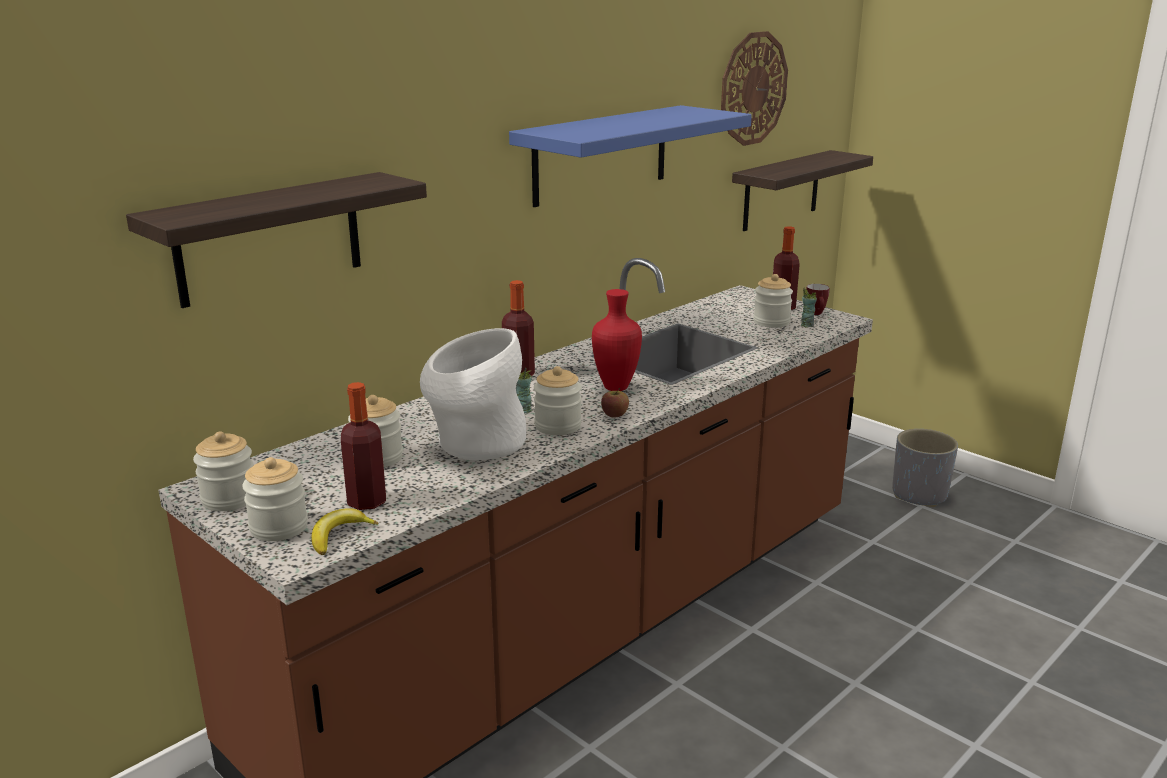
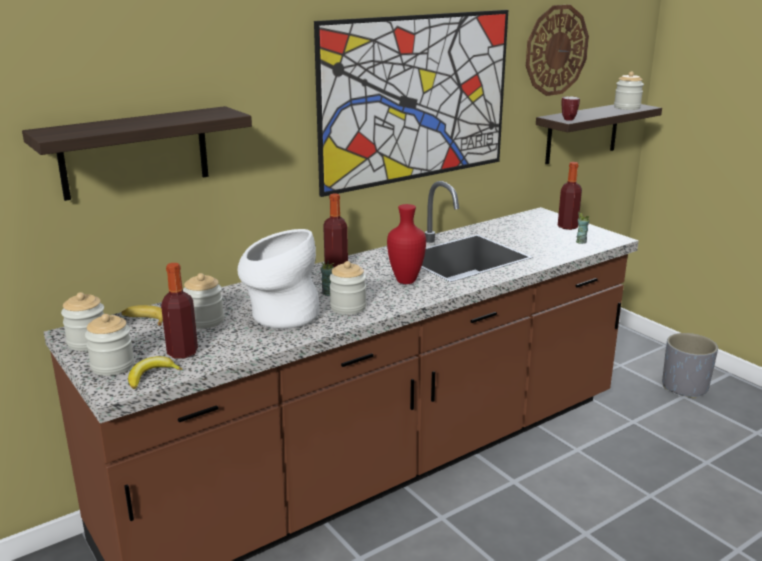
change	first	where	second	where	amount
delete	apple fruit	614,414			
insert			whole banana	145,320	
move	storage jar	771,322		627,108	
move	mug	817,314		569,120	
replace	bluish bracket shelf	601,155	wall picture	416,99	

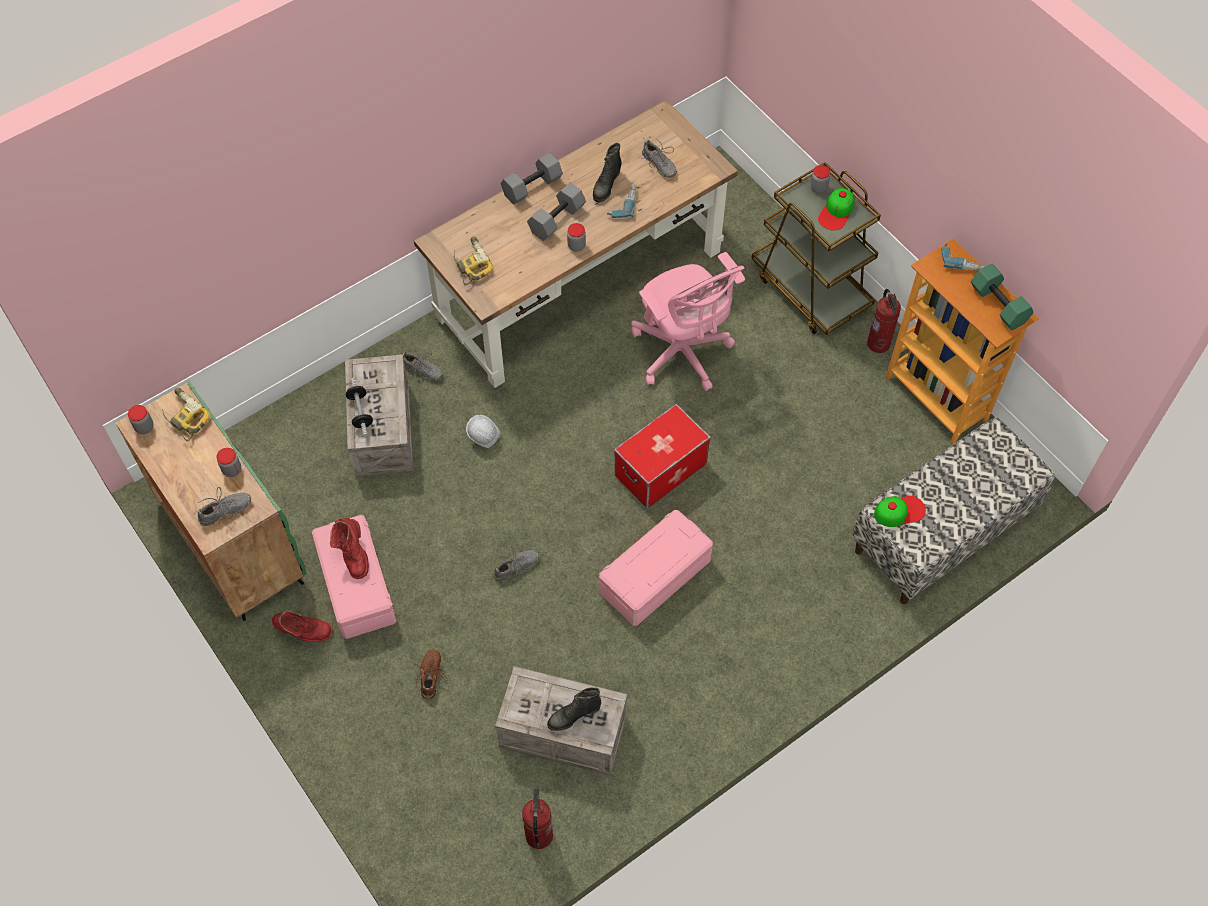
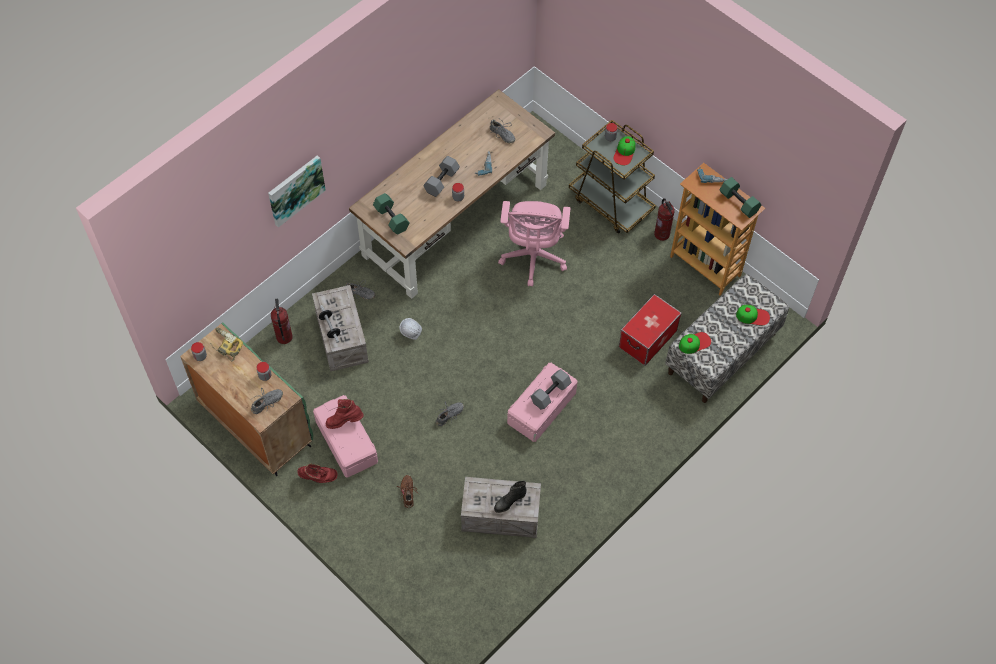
change	first	where	second	where	amount
delete	black boot	606,186			
insert			wall picture	295,190	
insert			baseball cap	753,316	
move	grey free weight	532,187		550,394	
move	extinguisher	538,835		284,337	
move	storage container	660,469		647,338	
replace	electric drill	471,264	green free weight	390,218	
rotate	red boot	354,555		345,421	105 degrees clockwise
rotate	pink computer chair	683,354		533,258	45 degrees clockwise

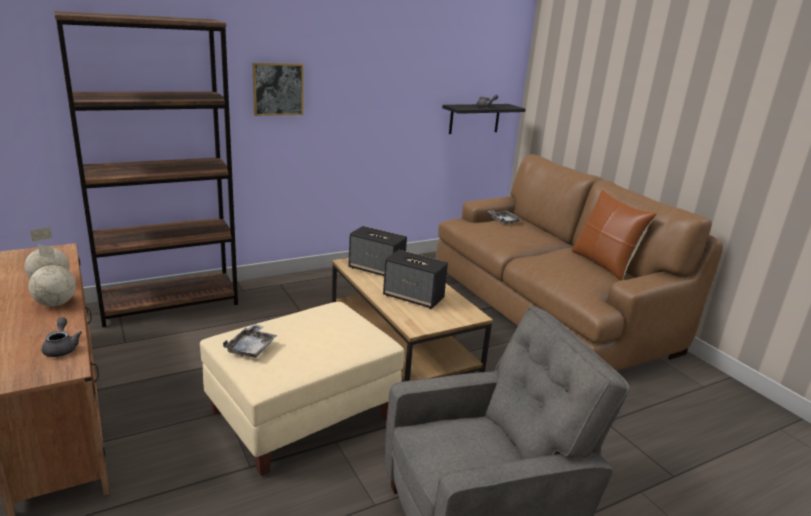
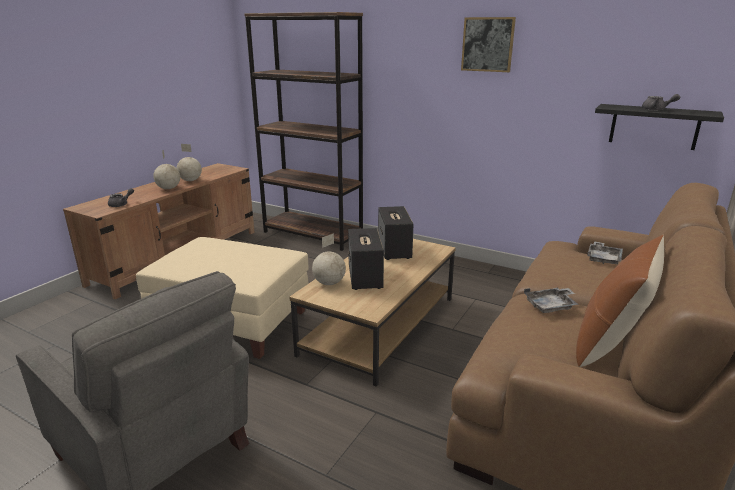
change	first	where	second	where	amount
insert			desk globe	328,283	
move	grey tray	251,348		551,306	
move	wall picture	278,89		487,44	

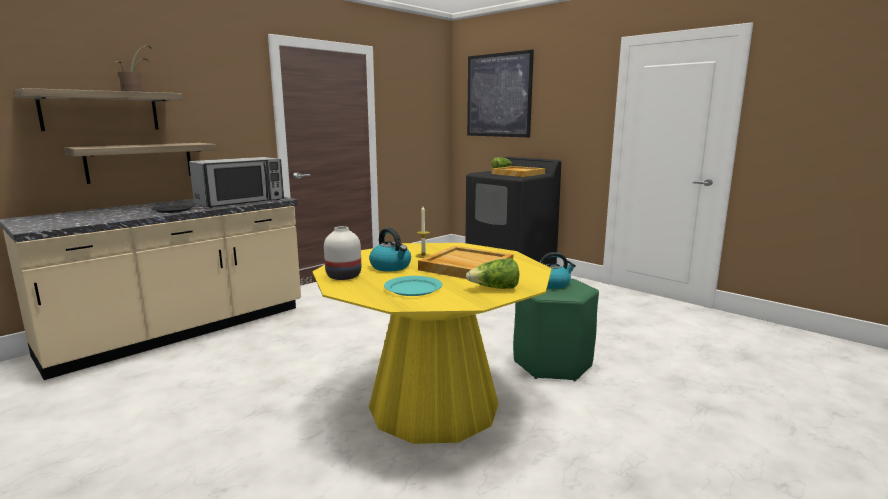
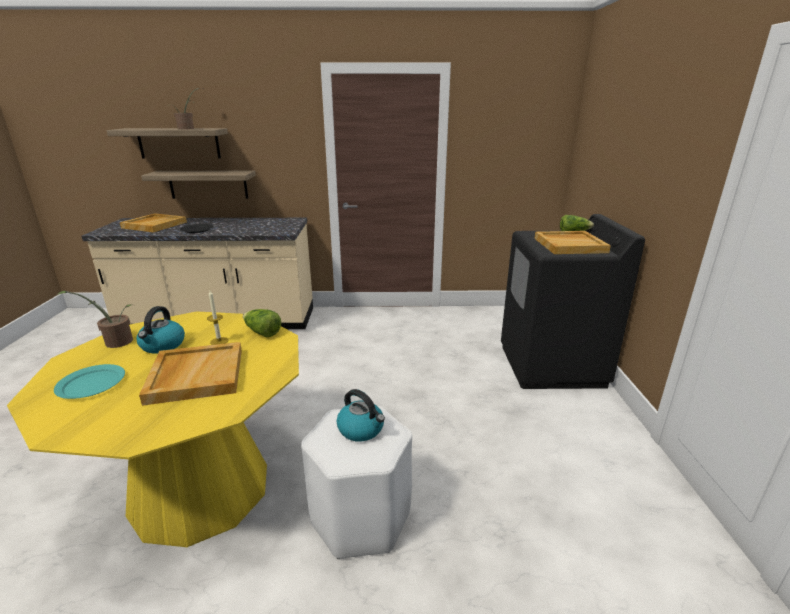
change	first	where	second	where	amount
delete	microwave oven	241,202			
delete	wall picture	498,95			
insert			sand-coloured tray	154,225	
move	lettuce	495,288		262,332	
replace	white-coloured vase	344,276	plant in a pot	114,342	
recolor	green stool seat	553,364	white-coloured stool seat	361,518	

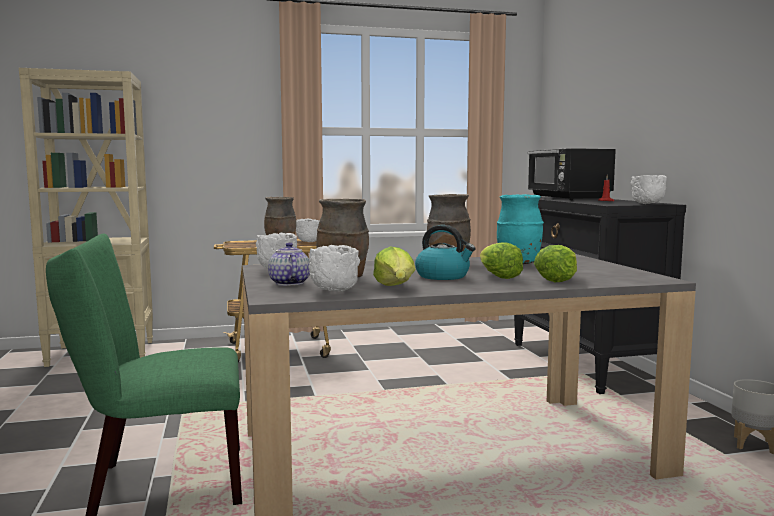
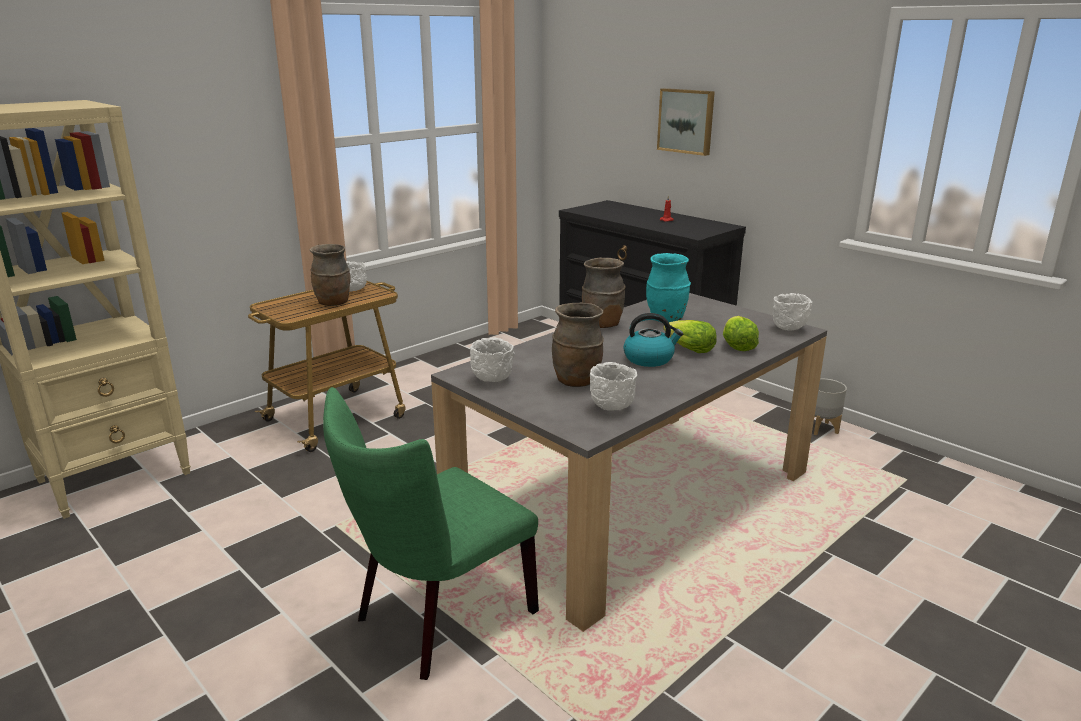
change	first	where	second	where	amount
delete	teapot	288,283			
delete	lettuce	396,287			
delete	black microwave oven	567,198			
insert			wall picture	686,121	
move	white-coloured serving bowl	648,204		789,329	

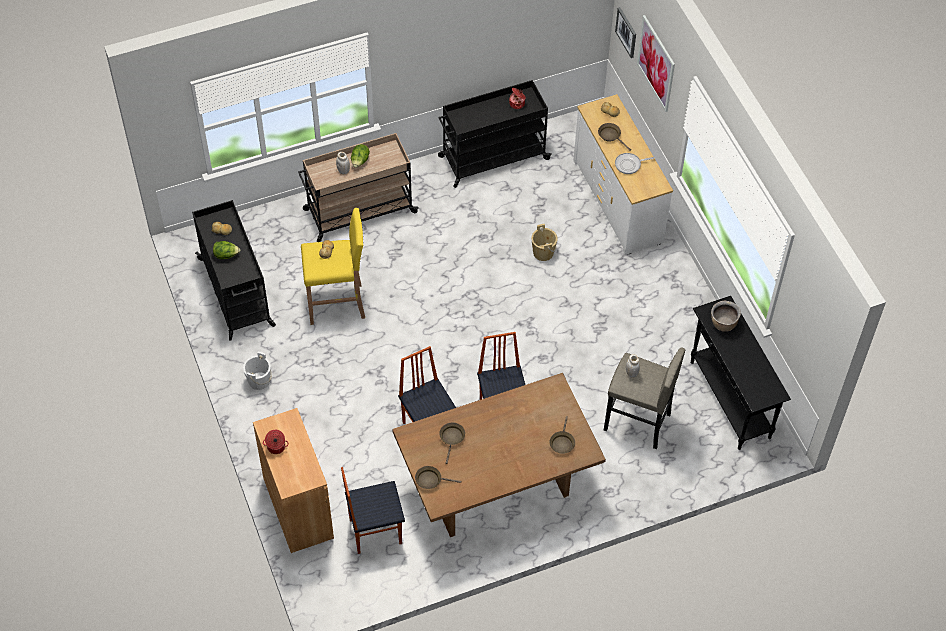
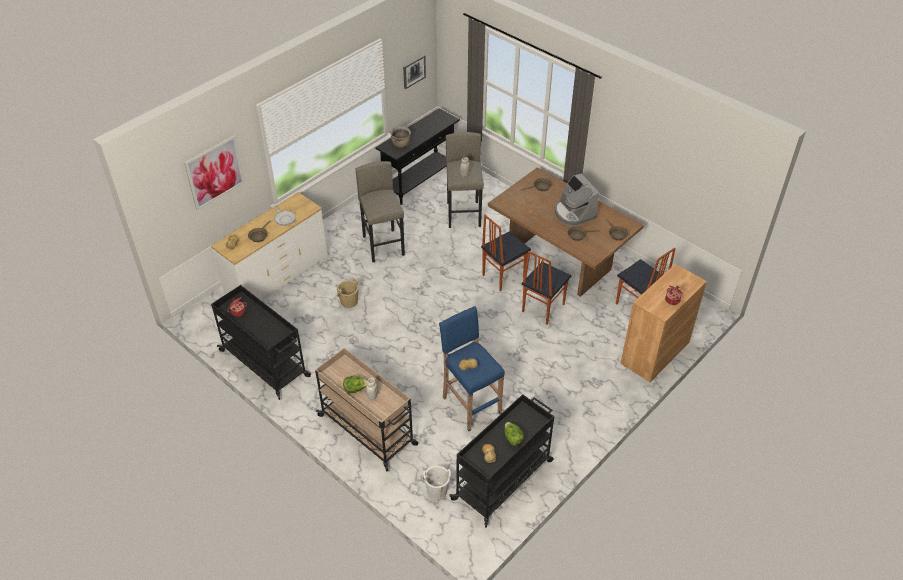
change	first	where	second	where	amount
insert			grey stool seat	383,245	
insert			coffee machine	573,213	
move	white-coloured bucket	259,380		437,489	
move	wall picture	626,32		414,71	
recolor	yellow-coloured stool seat	337,304	bluish stool seat	470,404	

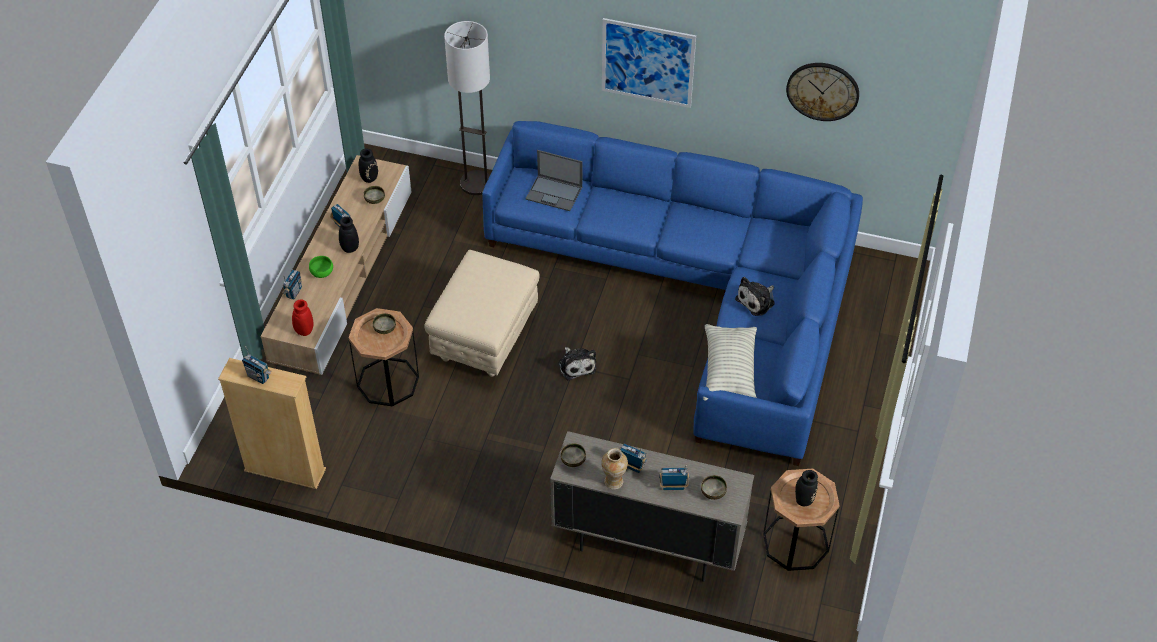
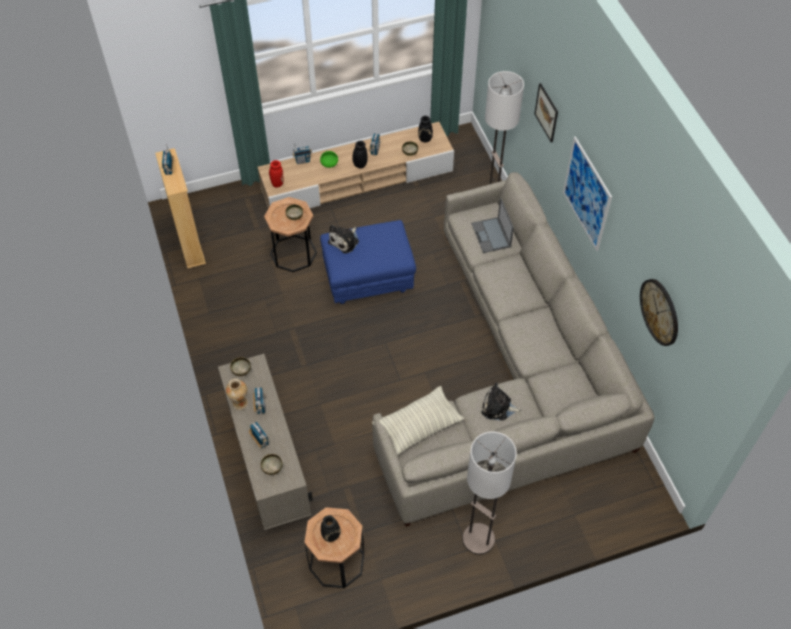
change	first	where	second	where	amount
insert			standard lamp	478,539	
insert			wall picture	546,112	
move	soft toy	576,365		345,241	
recolor	sand-coloured footrest	484,337	bluish footrest	368,280	
recolor	bluish settee	698,291	grey settee	511,376	

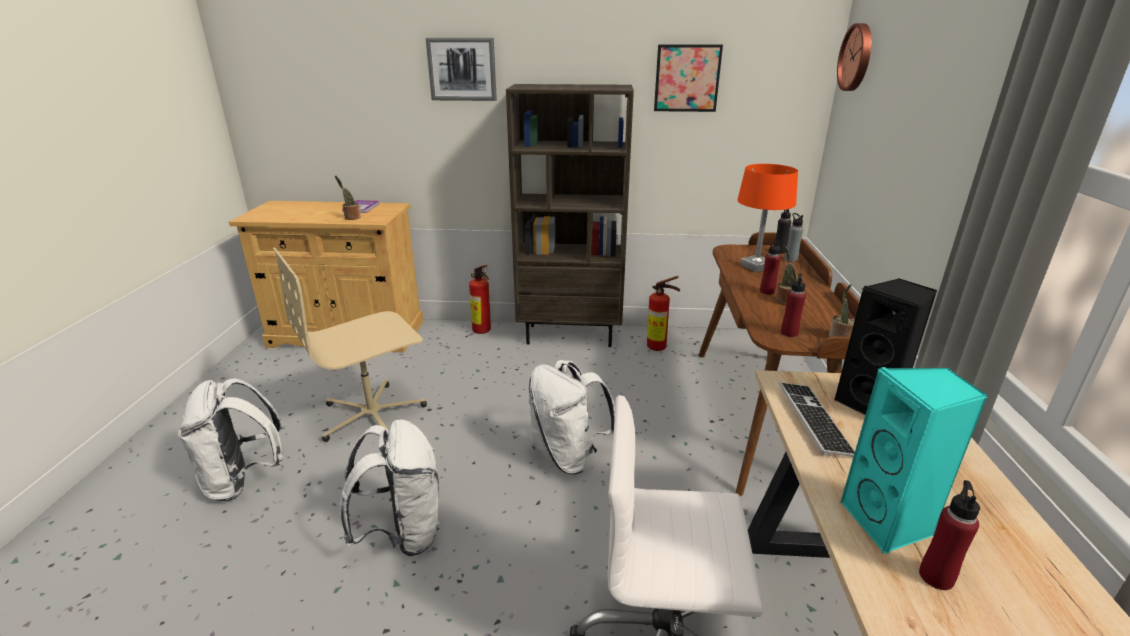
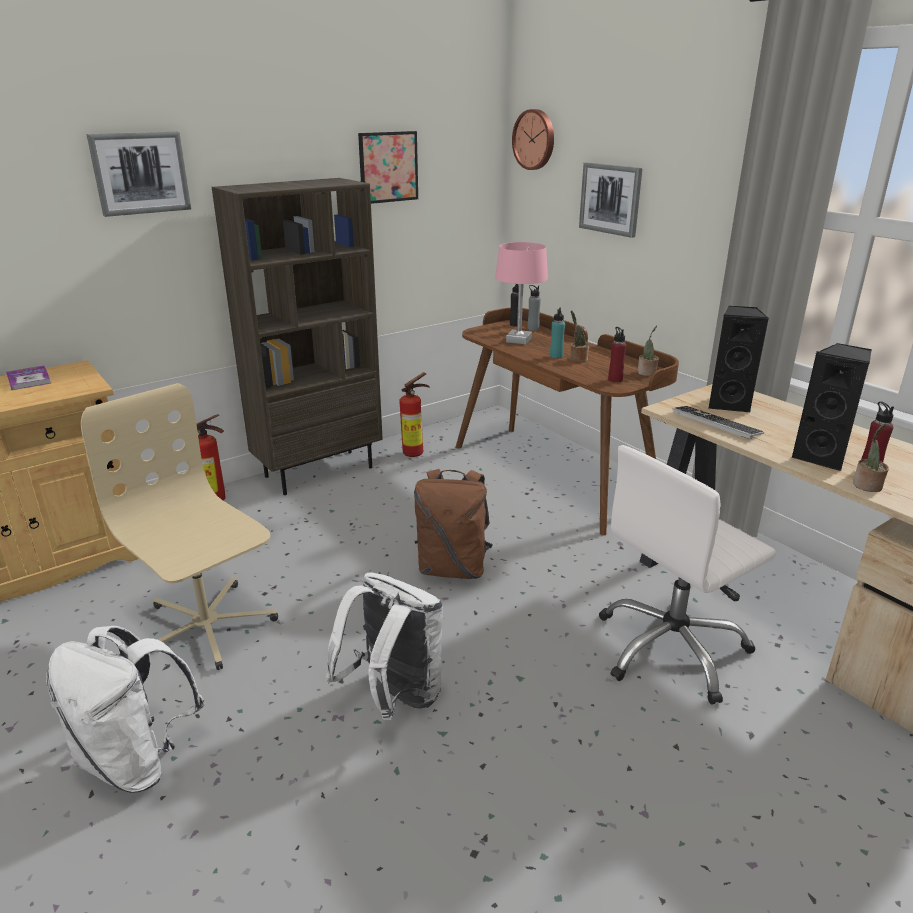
change	first	where	second	where	amount
insert			wall picture	610,199	
move	plant in a pot	351,217		867,486	
recolor	white-coloured backpack	568,456	brownish backpack	453,568	
recolor	orange-coloured tabletop lamp	756,266	pink tabletop lamp	518,340	
recolor	red bottle	767,291	turquoise-coloured bottle	556,356	
recolor	turquoise-coloured speaker	889,523	black speaker	822,457	
rotate	sand-coloured computer chair	372,415		205,627	120 degrees clockwise

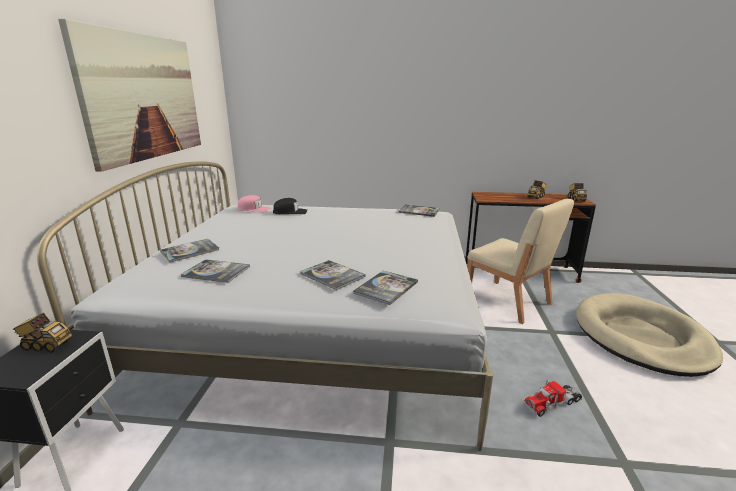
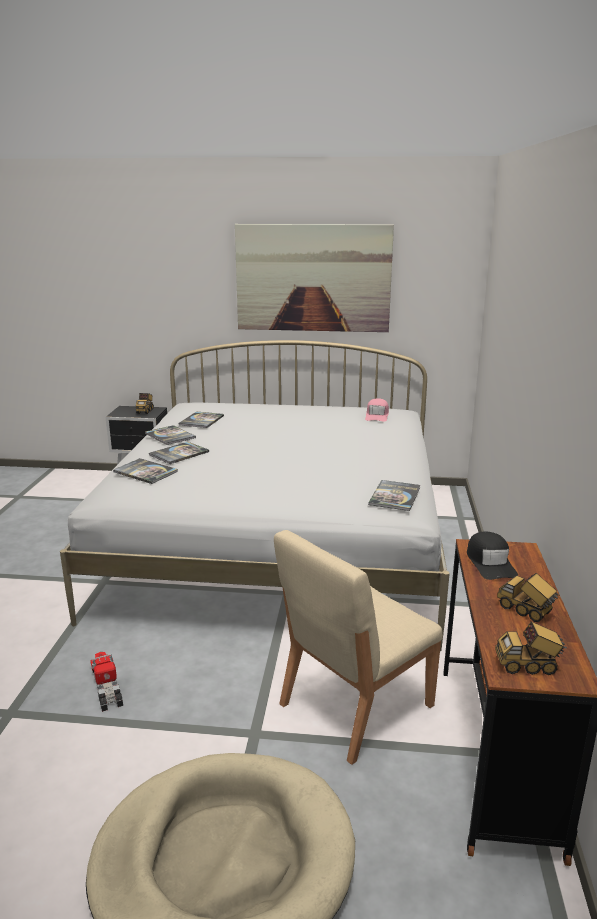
change	first	where	second	where	amount
move	book	190,251		170,436	
move	black baseball cap	290,212		490,563	

